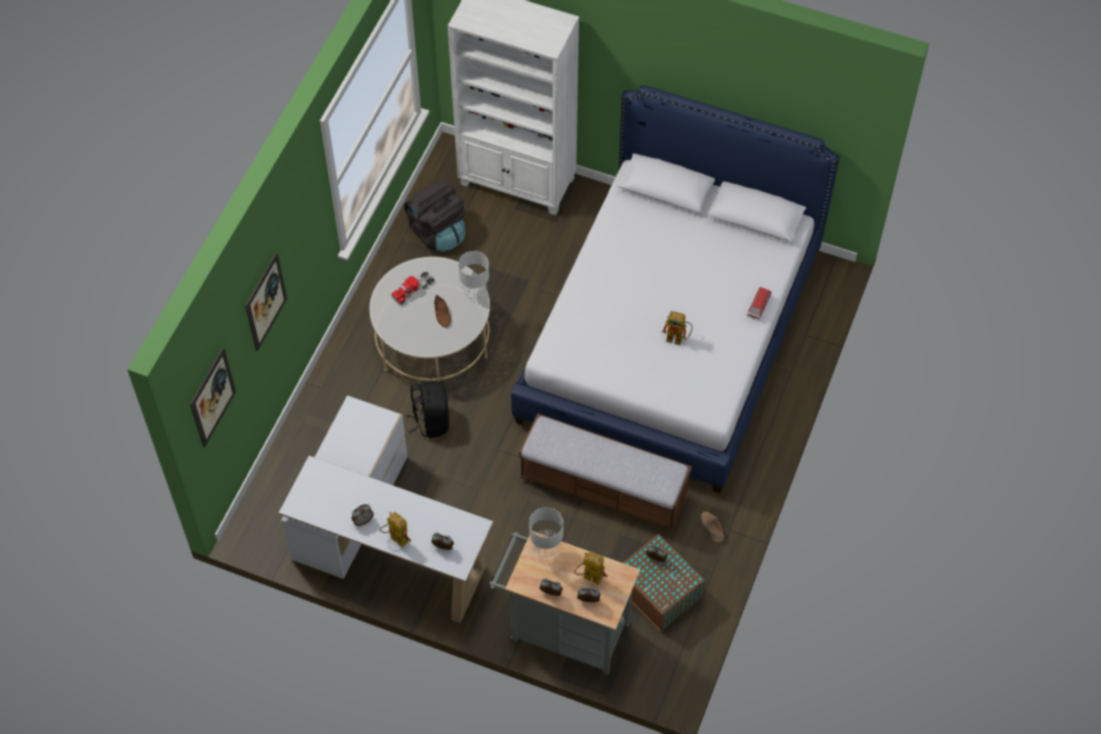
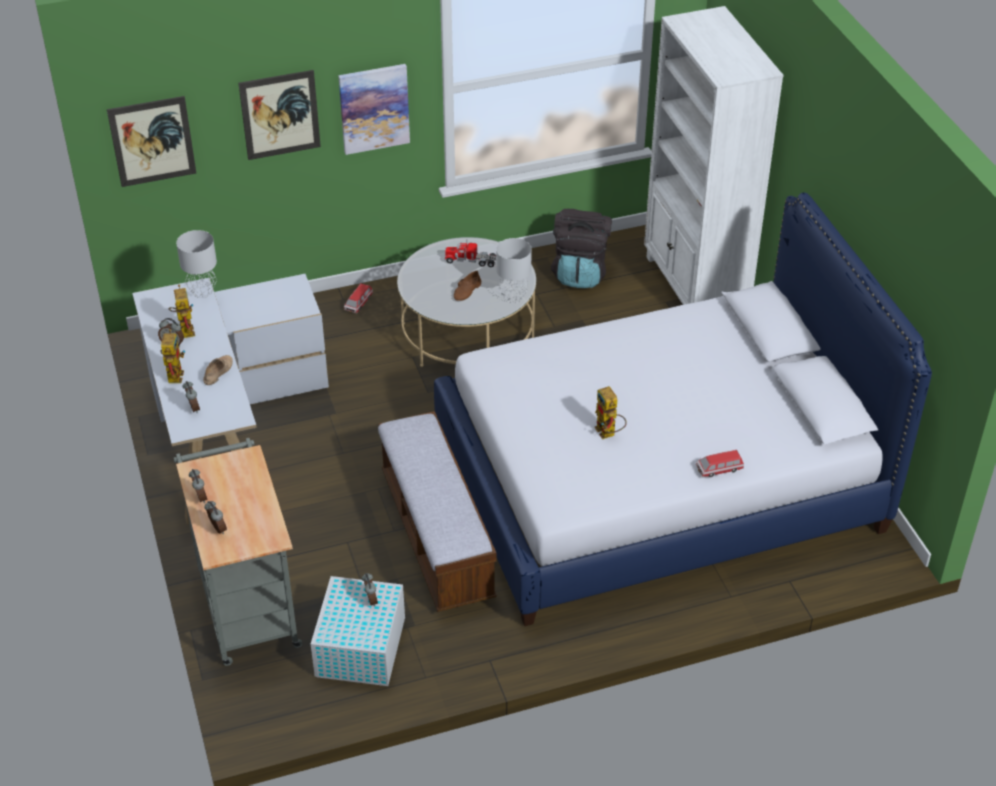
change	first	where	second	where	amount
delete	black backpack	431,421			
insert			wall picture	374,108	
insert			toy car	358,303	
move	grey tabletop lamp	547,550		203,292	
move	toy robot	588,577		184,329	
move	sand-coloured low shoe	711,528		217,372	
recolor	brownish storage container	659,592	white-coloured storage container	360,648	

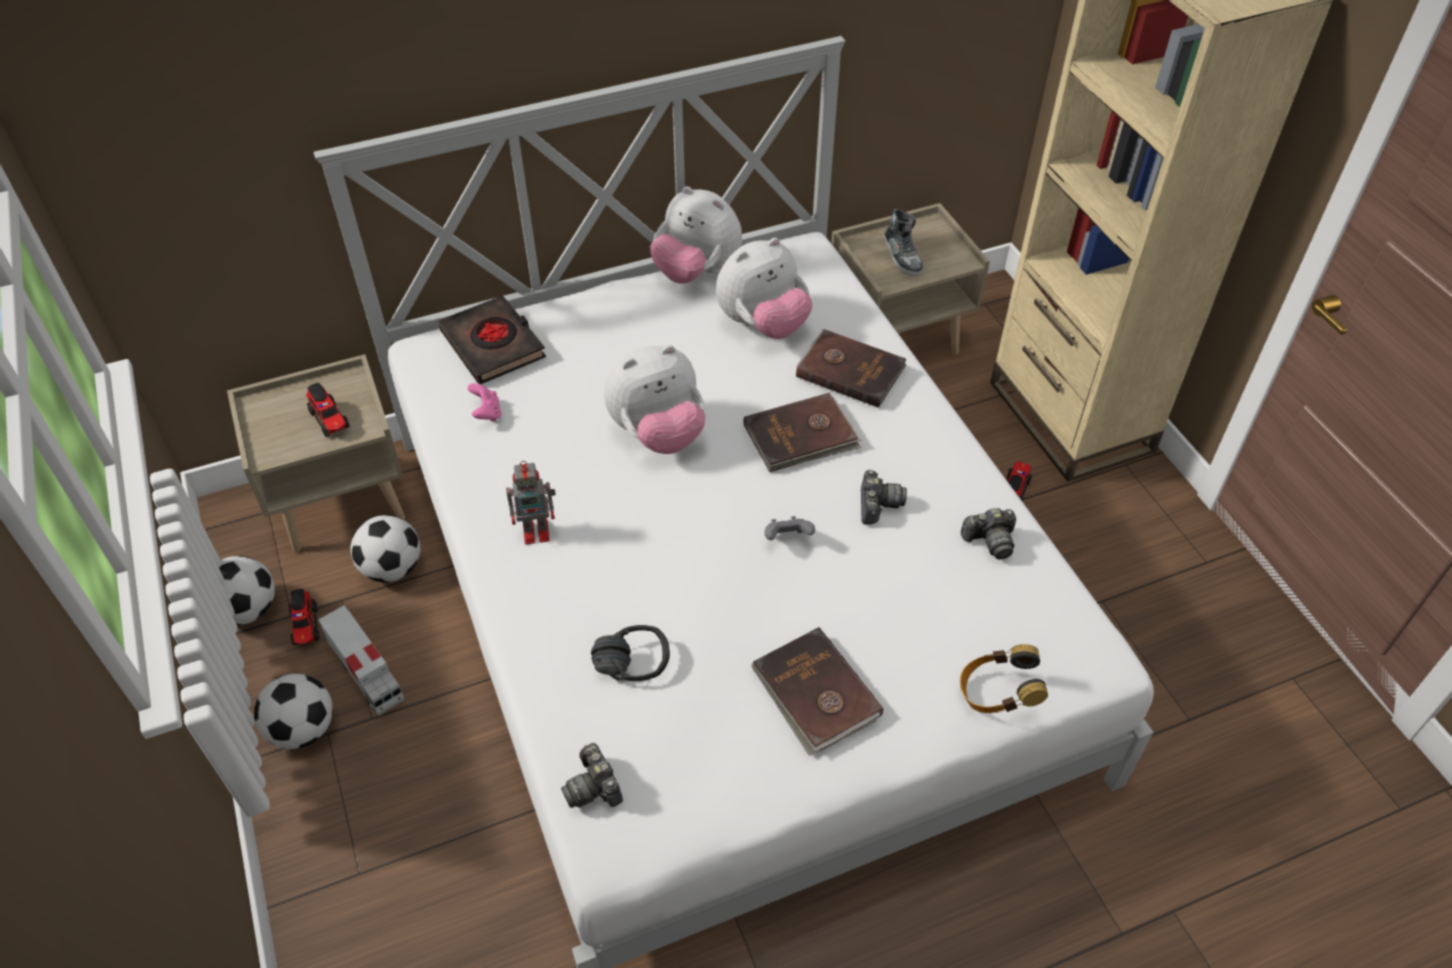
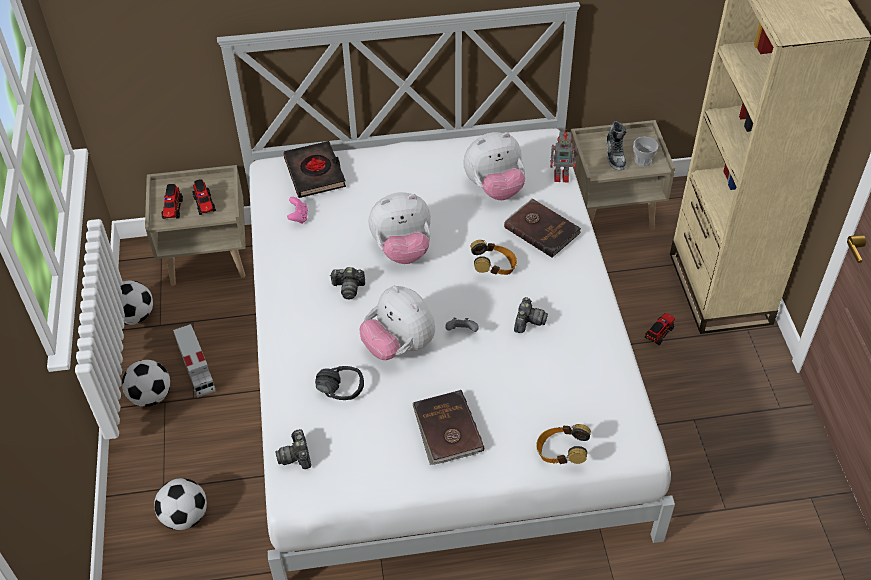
change	first	where	second	where	amount
insert			drinking cup	643,161	
move	toy lorry	306,627		172,210	
move	football	392,568		185,516	
move	toy robot	538,531		562,176	
move	soft toy	696,272		399,346	
move	still camera	990,541		348,288	
replace	brownish book	801,437	headphones	494,268	

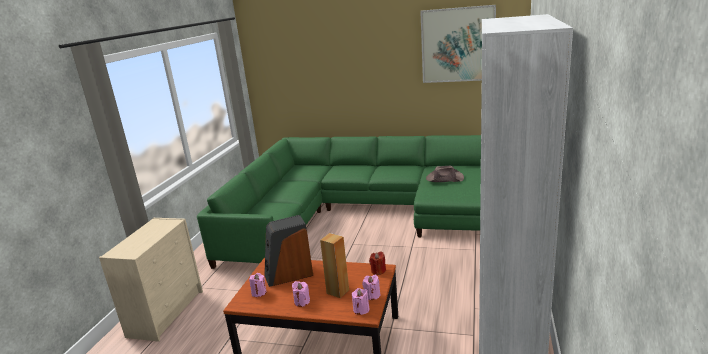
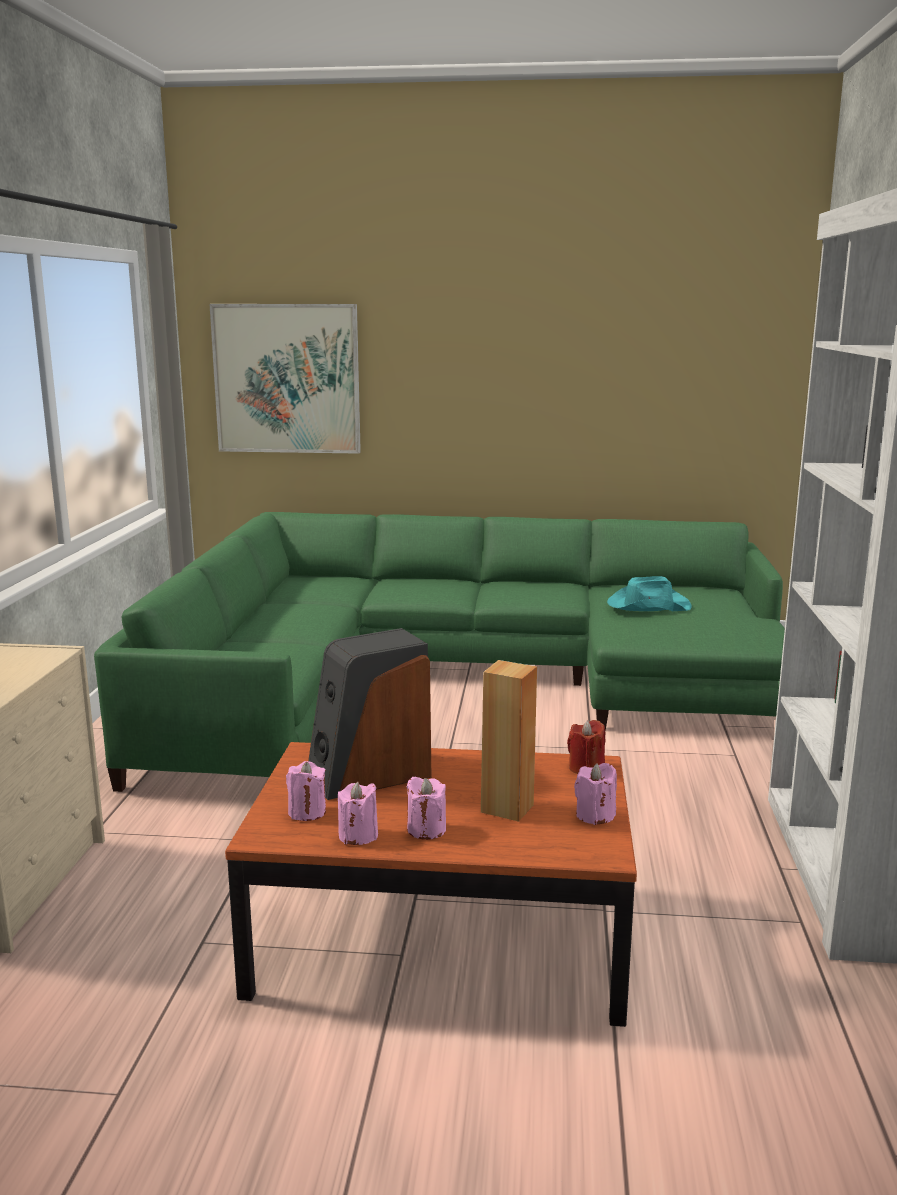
change	first	where	second	where	amount
move	pink candle	361,309		358,836	
move	wall picture	457,45		287,379	
recolor	brownish hat	444,178	turquoise-coloured hat	647,605	

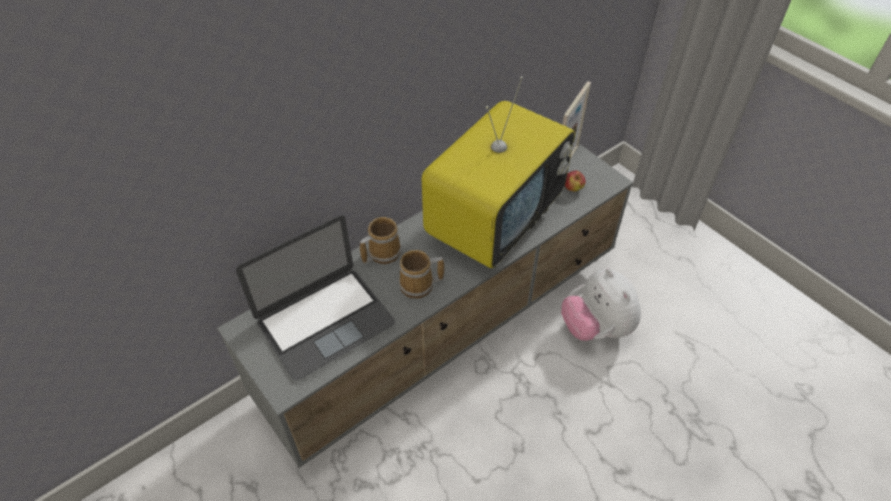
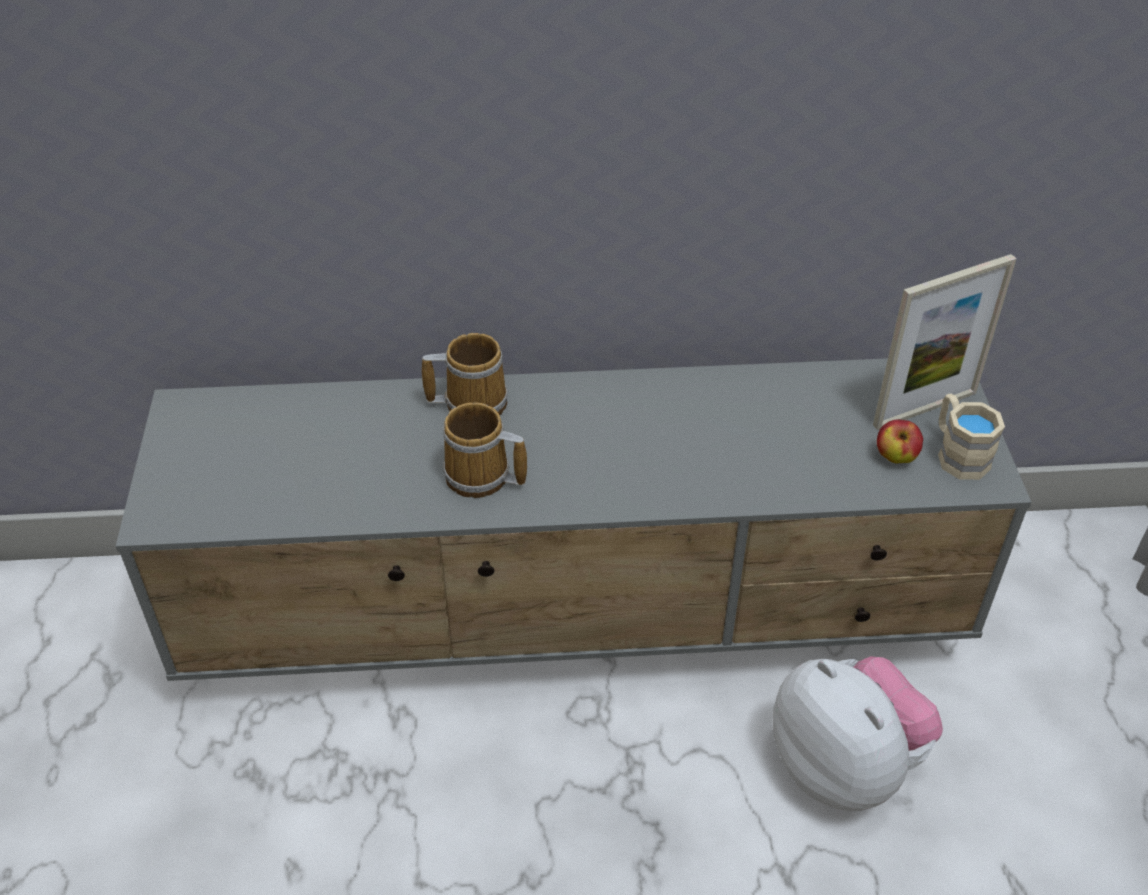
change	first	where	second	where	amount
delete	portable computer	325,321			
delete	TV	494,222			
insert			sand-coloured mug	957,454	
rotate	soft toy	595,327		845,766	135 degrees clockwise

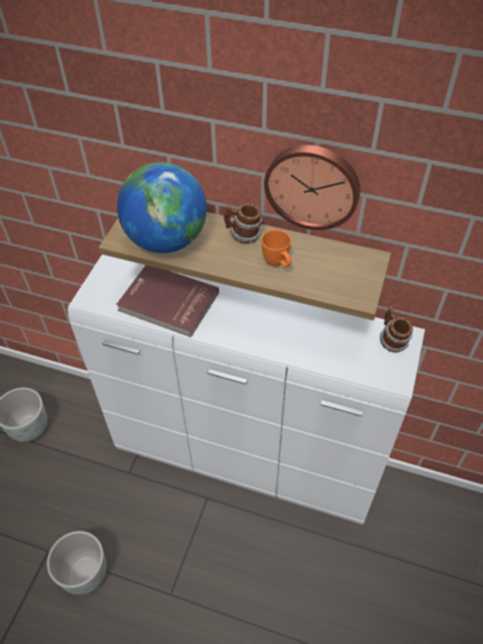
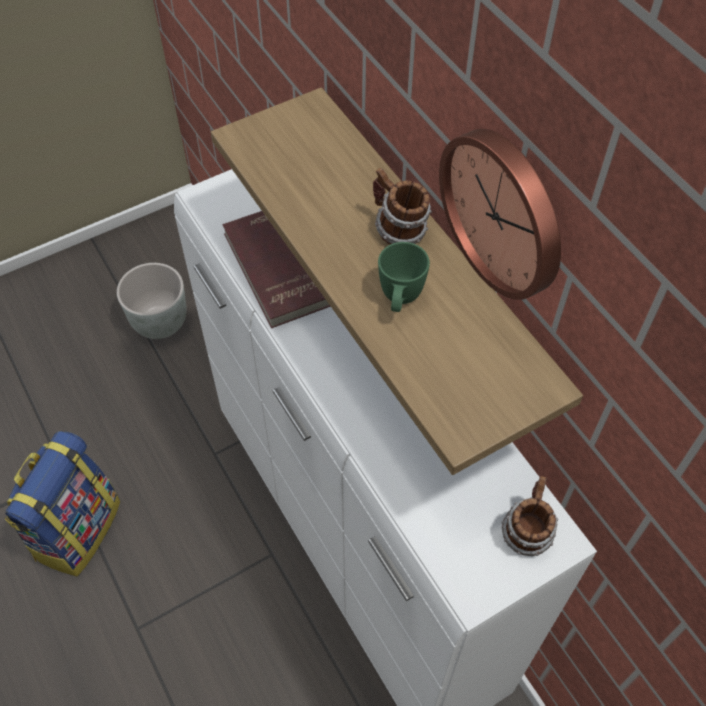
change	first	where	second	where	amount
delete	desk globe	166,240			
replace	grey plant pot	84,573	backpack	77,528	
recolor	orange-coloured mug	278,264	green mug	400,300	

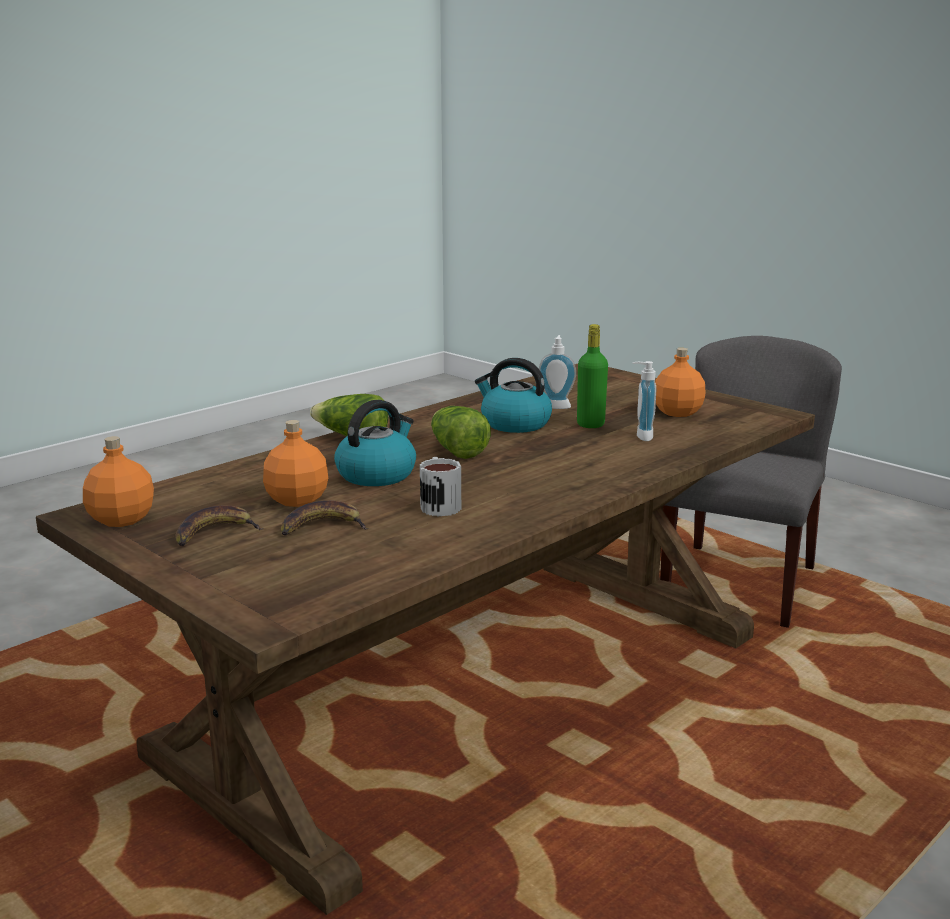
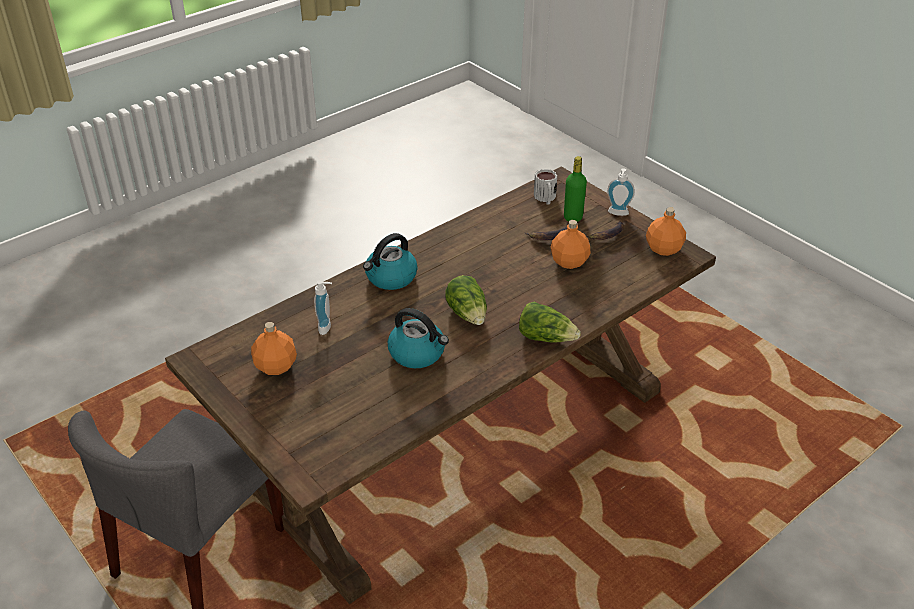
change	first	where	second	where	amount
move	kettle	377,474		390,278	
move	mug	439,504		545,198	
move	liquid soap bottle	556,406		618,214	
move	green bottle	590,424		573,217	

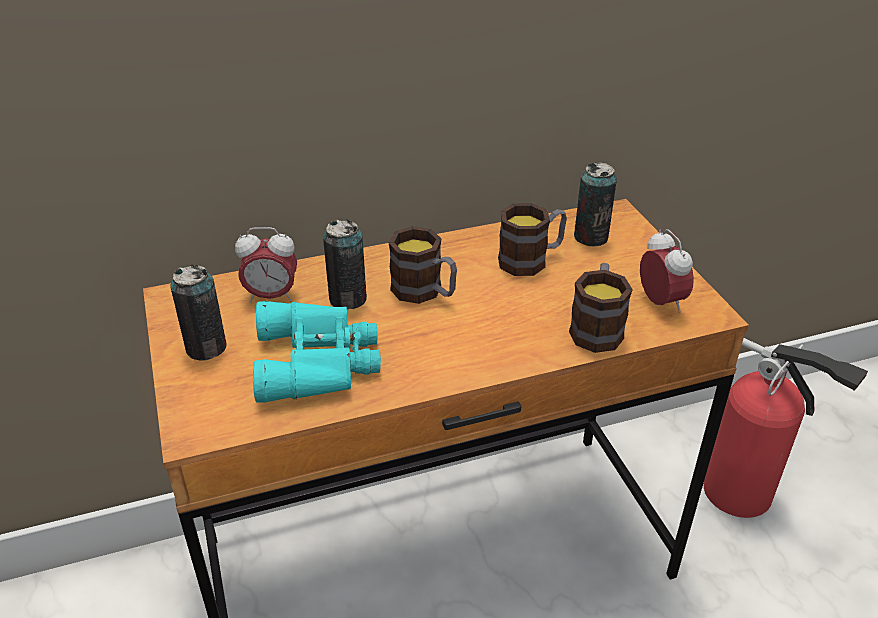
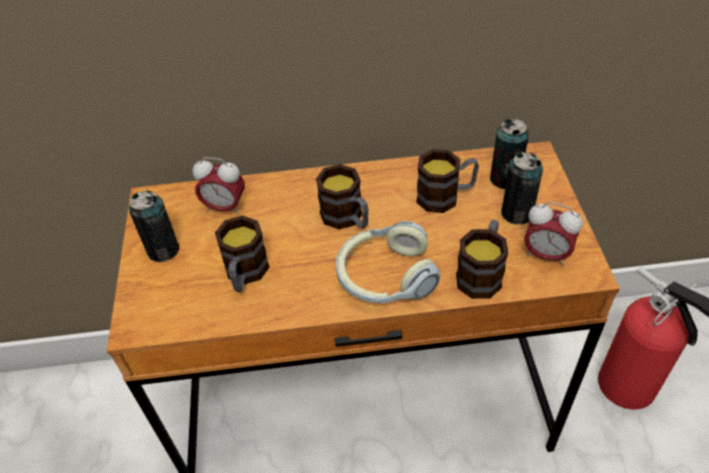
change	first	where	second	where	amount
insert			headphones	385,277	
move	sealed can	348,299		517,213	
replace	turquoise-coloured field glasses	319,361	mug	245,274	
rotate	bedside clock	660,302		546,255	120 degrees clockwise

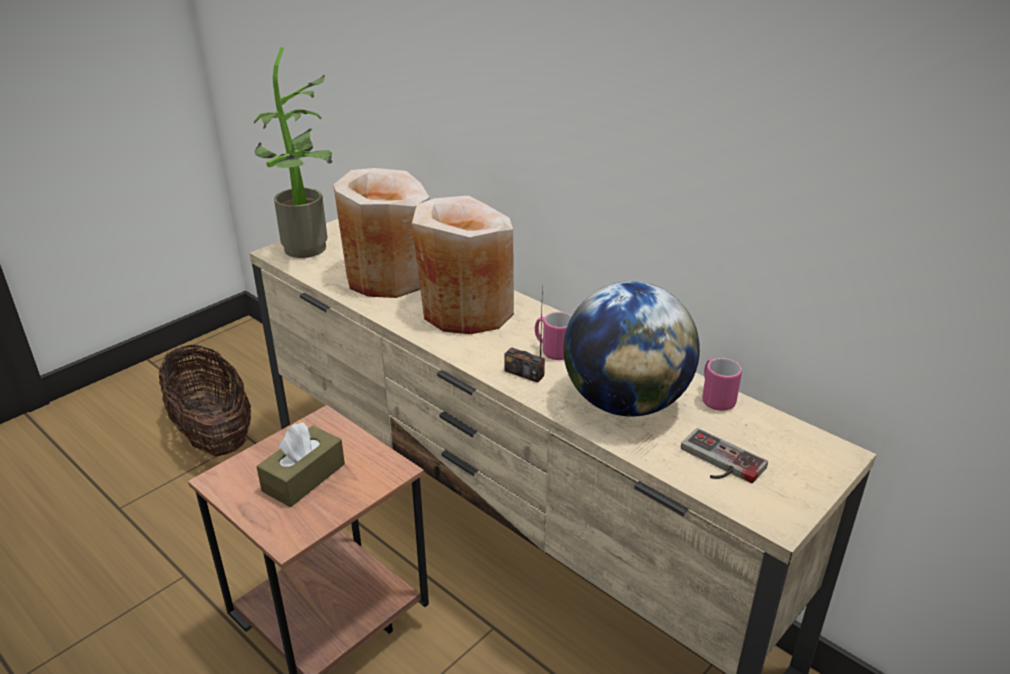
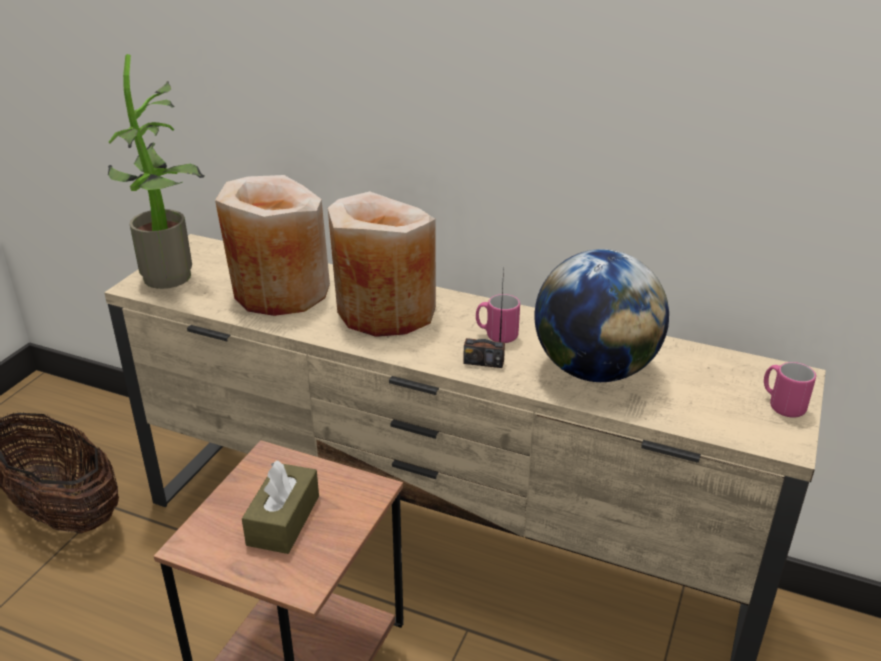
change	first	where	second	where	amount
delete	joypad	718,462			
move	pink mug	715,398		781,405	

